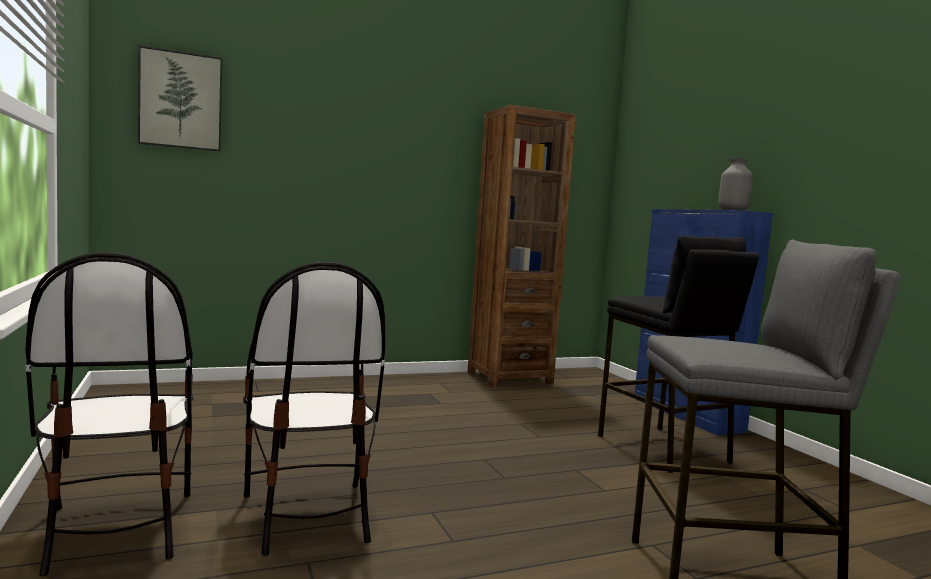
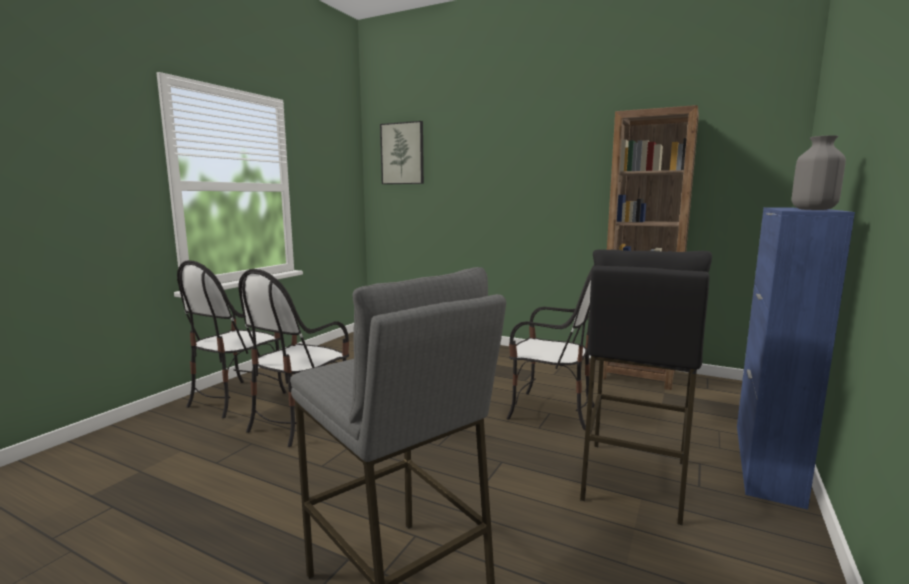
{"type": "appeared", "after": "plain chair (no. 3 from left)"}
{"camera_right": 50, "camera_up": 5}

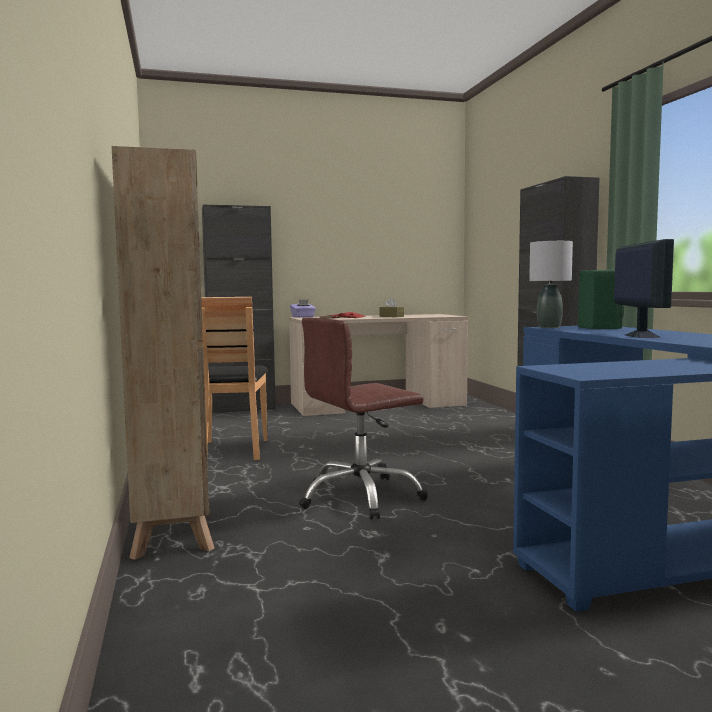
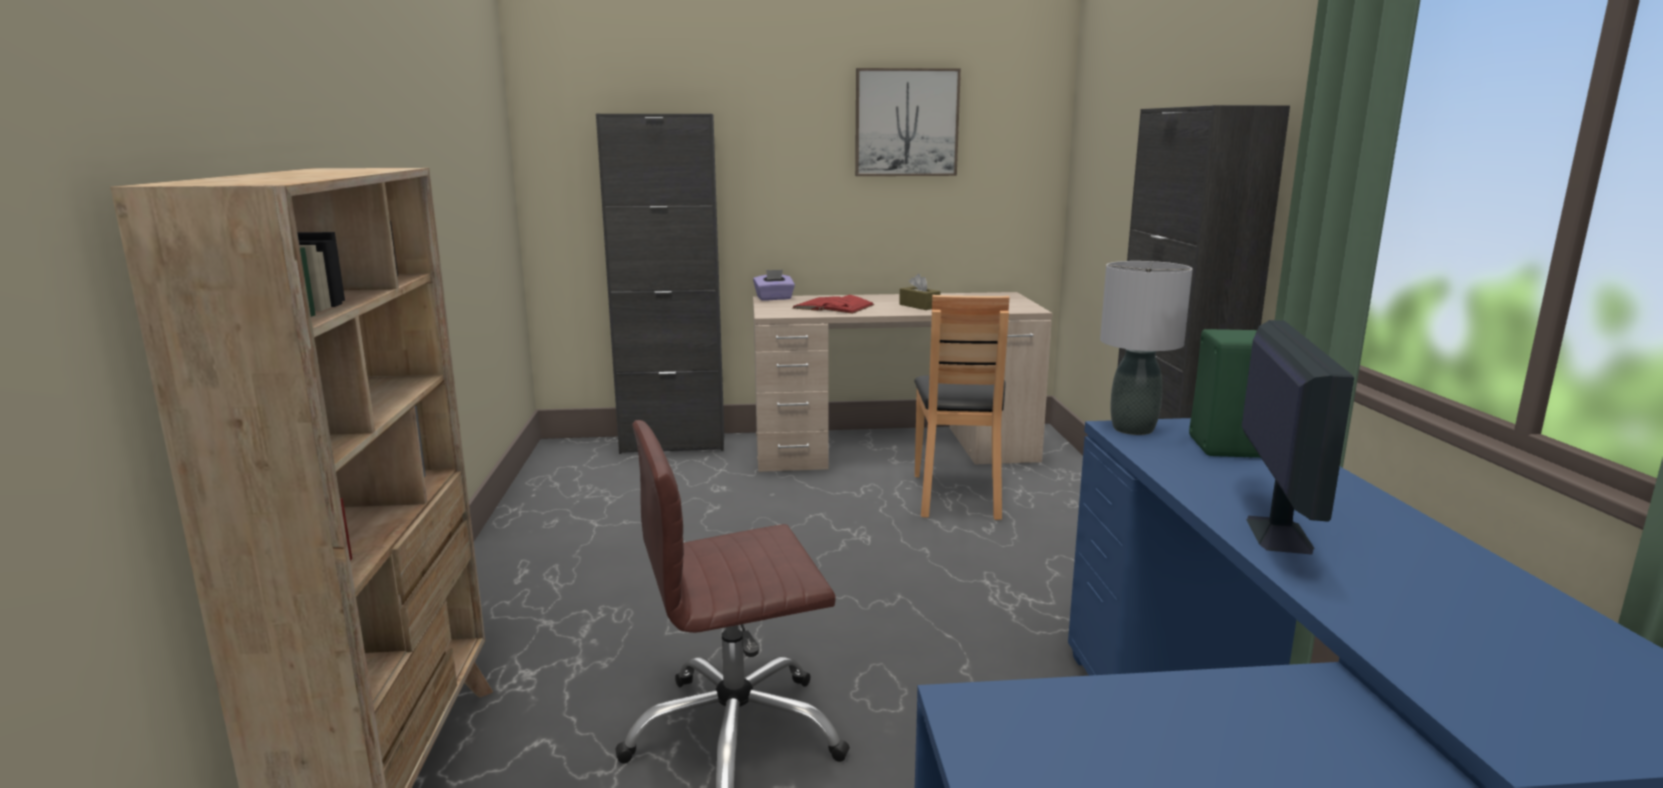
{"type": "relocated", "before": "plain chair in brown"}
{"type": "appeared", "after": "wall picture"}
{"camera_right": 10, "camera_up": 10}

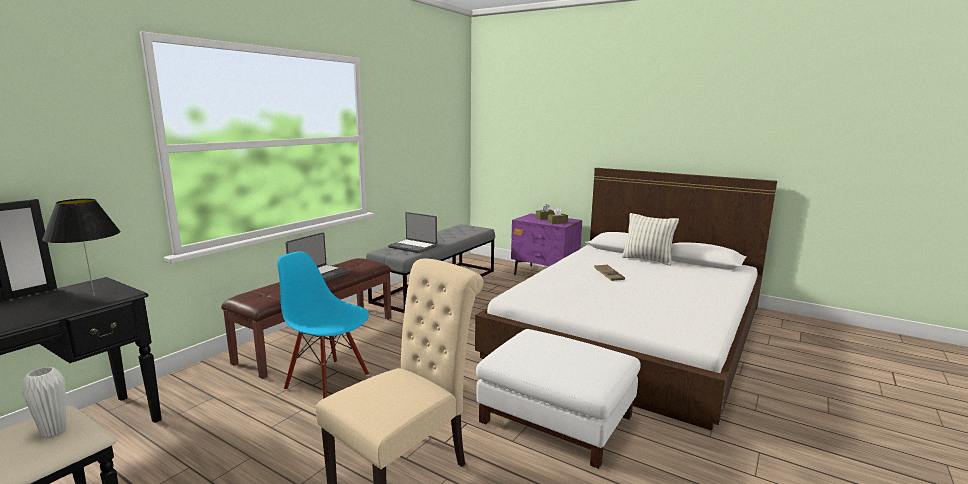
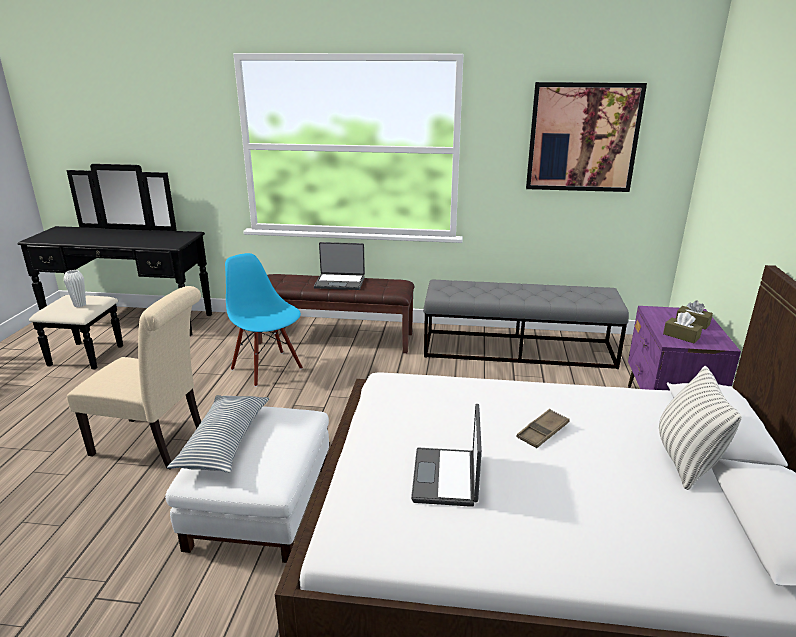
{"type": "missing", "before": "tabletop lamp in black-coloured"}
{"type": "relocated", "before": "laptop (no. 2 from left)"}
{"type": "spun", "before": "plain chair in blue-coloured", "turn": -45}
{"type": "appeared", "after": "wall picture"}
{"type": "appeared", "after": "cushion (no. 1 from left)"}
{"camera_right": 65, "camera_up": 10}

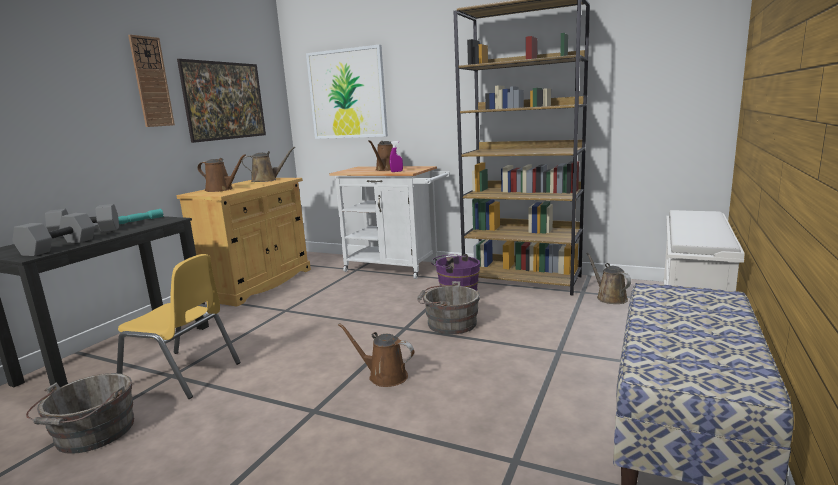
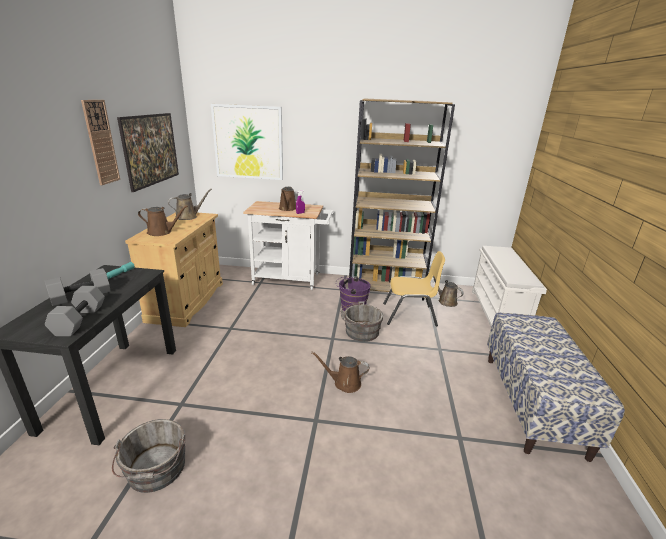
{"type": "relocated", "before": "plain chair in yellow-coloured"}
{"camera_right": -20, "camera_up": 10}

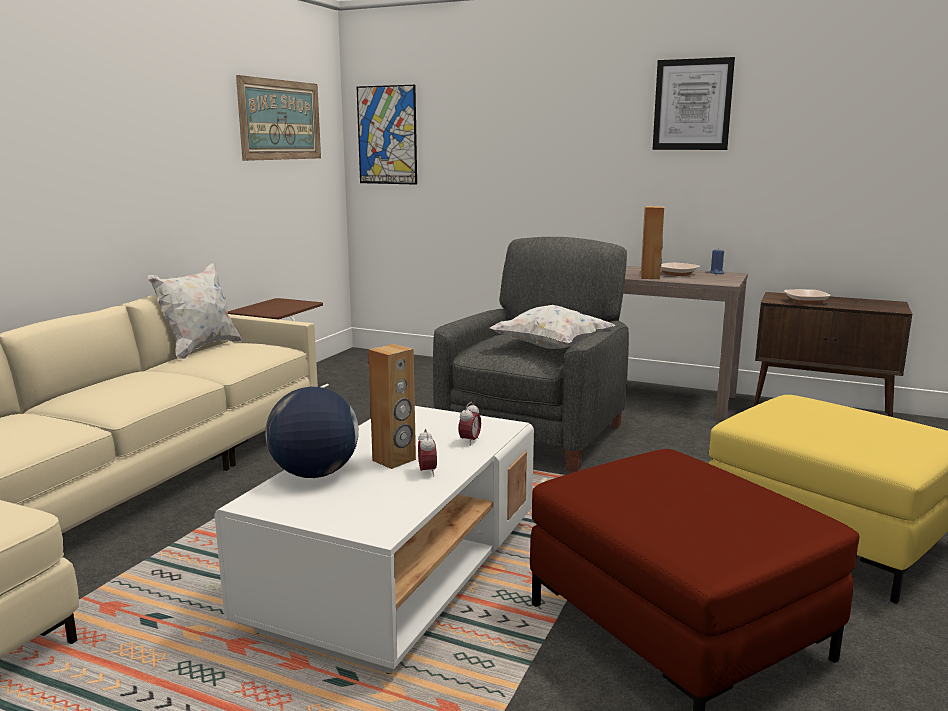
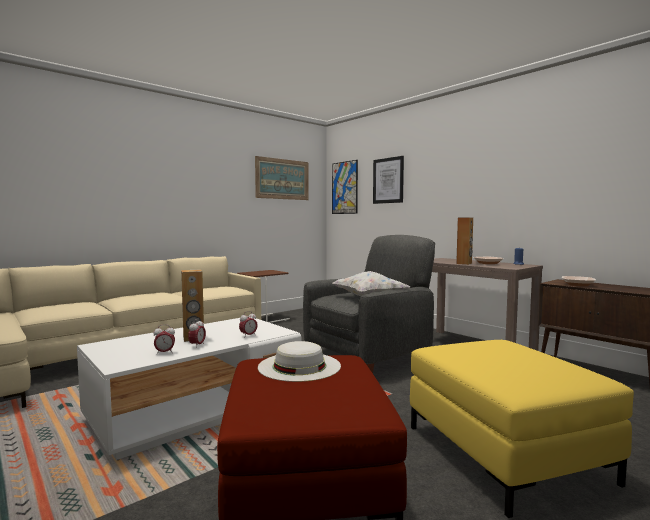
{"type": "relocated", "before": "wall picture (no. 3 from left)"}
{"type": "missing", "before": "cushion in whitish (no. 1 from left)"}
{"type": "missing", "before": "desk globe"}
{"type": "appeared", "after": "table clock (no. 1 from left)"}
{"type": "appeared", "after": "clothing hat in whitish"}
{"camera_right": 25, "camera_up": -10}

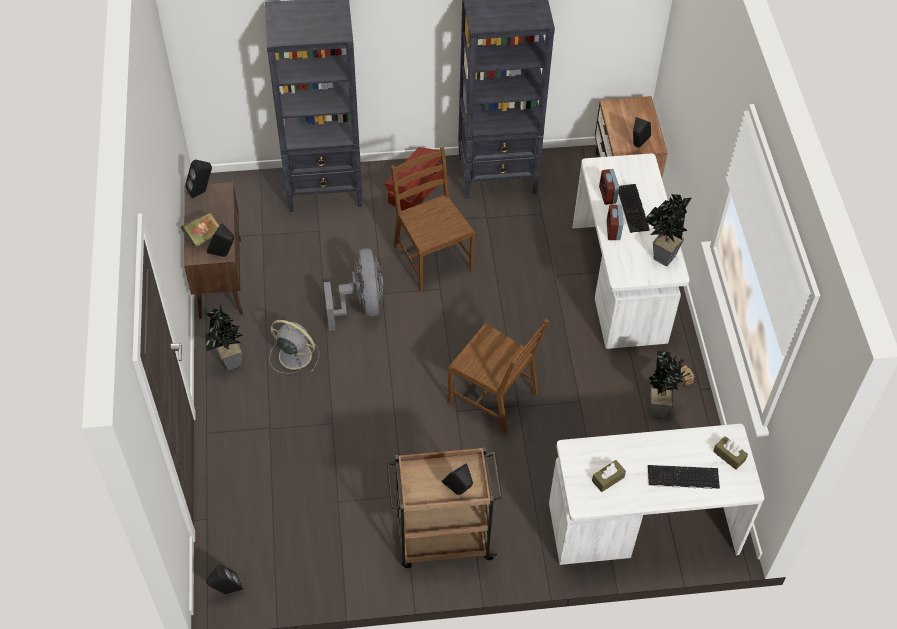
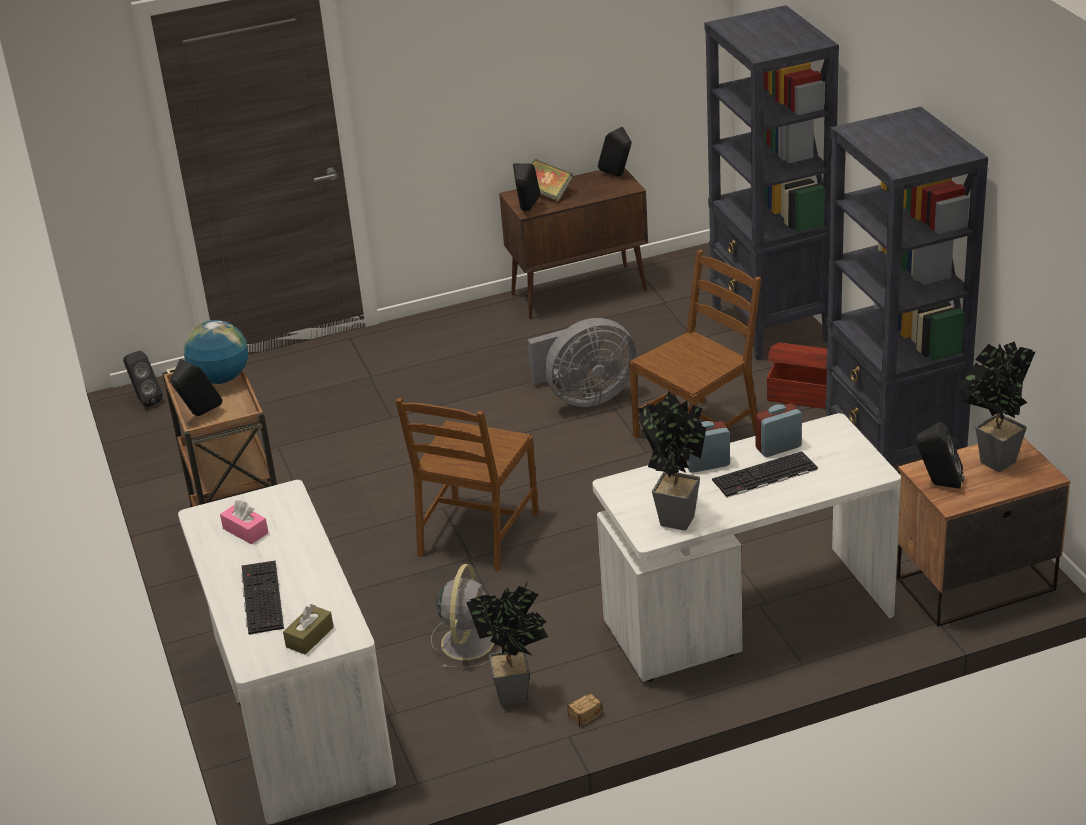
{"type": "relocated", "before": "houseplant (no. 1 from left in the first image)", "after": "houseplant (no. 3 from left)"}
{"type": "relocated", "before": "electric fan in gray (no. 1 from left)"}
{"type": "colour", "before": "box of tissues in brown (no. 1 from left)", "after": "box of tissues in pink-coloured"}
{"type": "appeared", "after": "desk globe"}
{"camera_right": 80, "camera_up": -20}

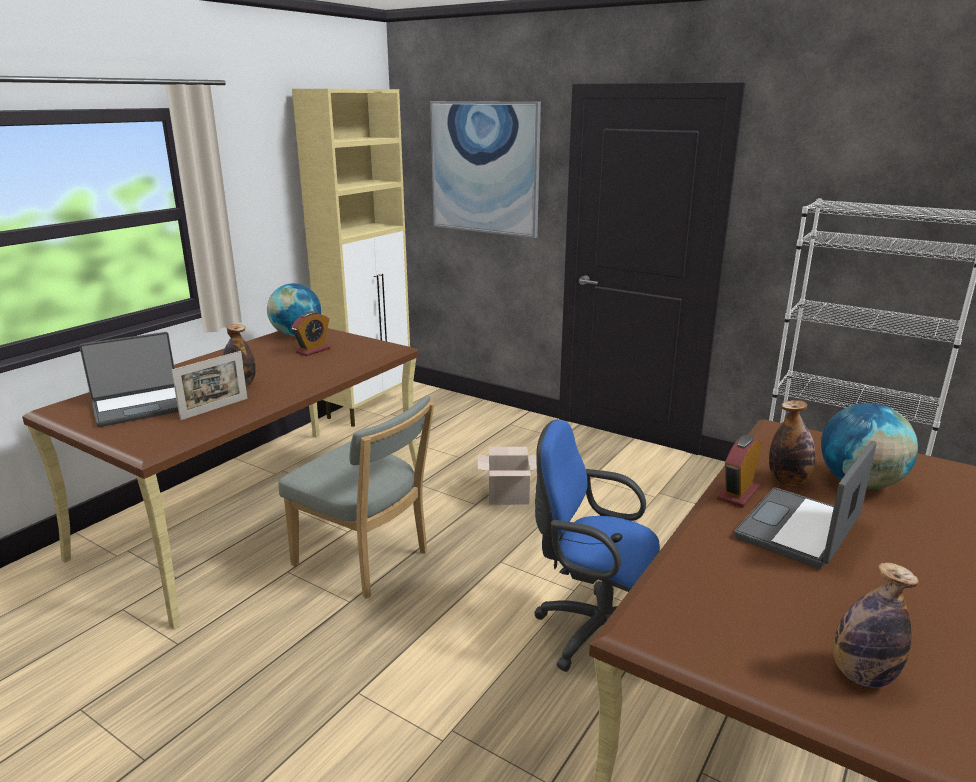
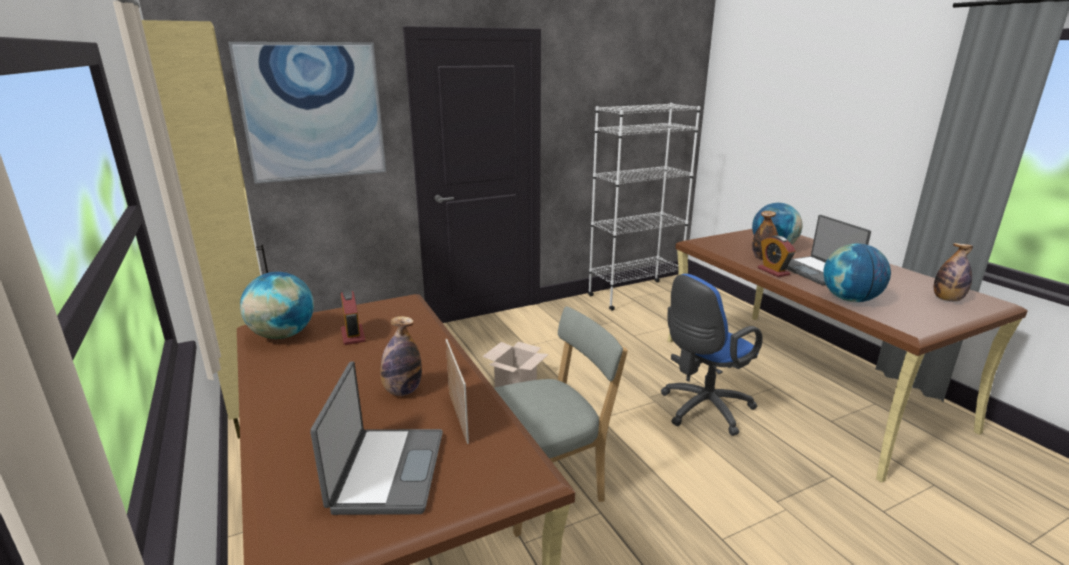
{"type": "appeared", "after": "desk globe (no. 3 from left)"}
{"camera_right": -60, "camera_up": 0}

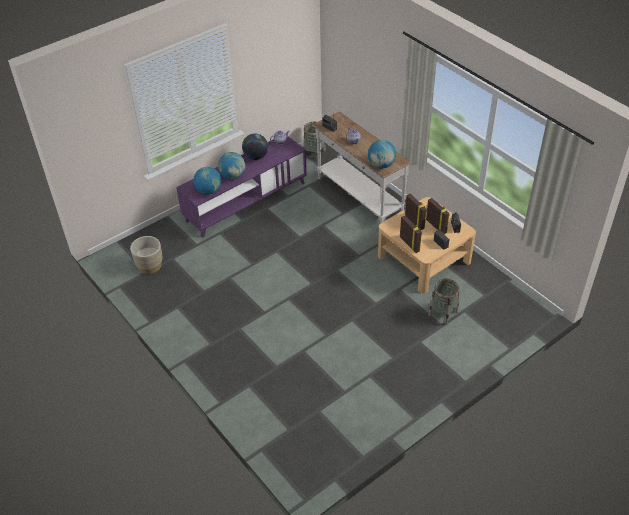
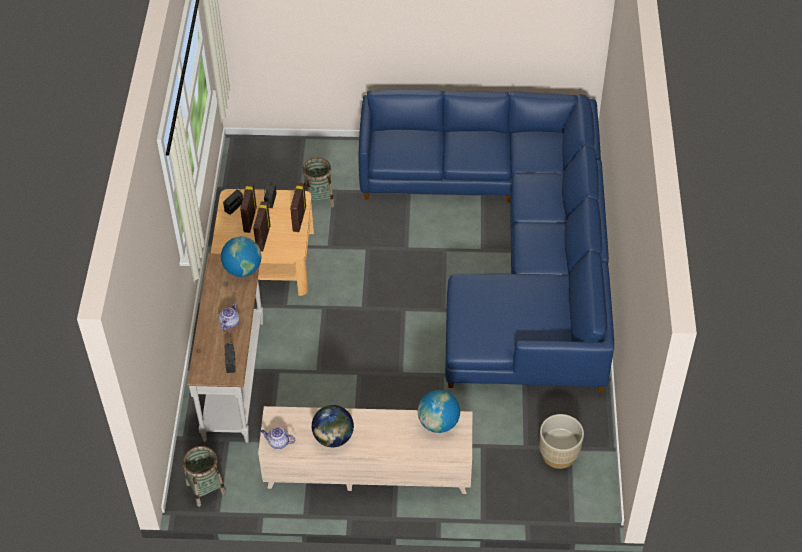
{"type": "colour", "before": "media console in purplish", "after": "media console in sand-coloured"}
{"type": "missing", "before": "desk globe (no. 2 from left)"}
{"type": "appeared", "after": "settee in blue-coloured"}
{"camera_right": -140, "camera_up": 5}

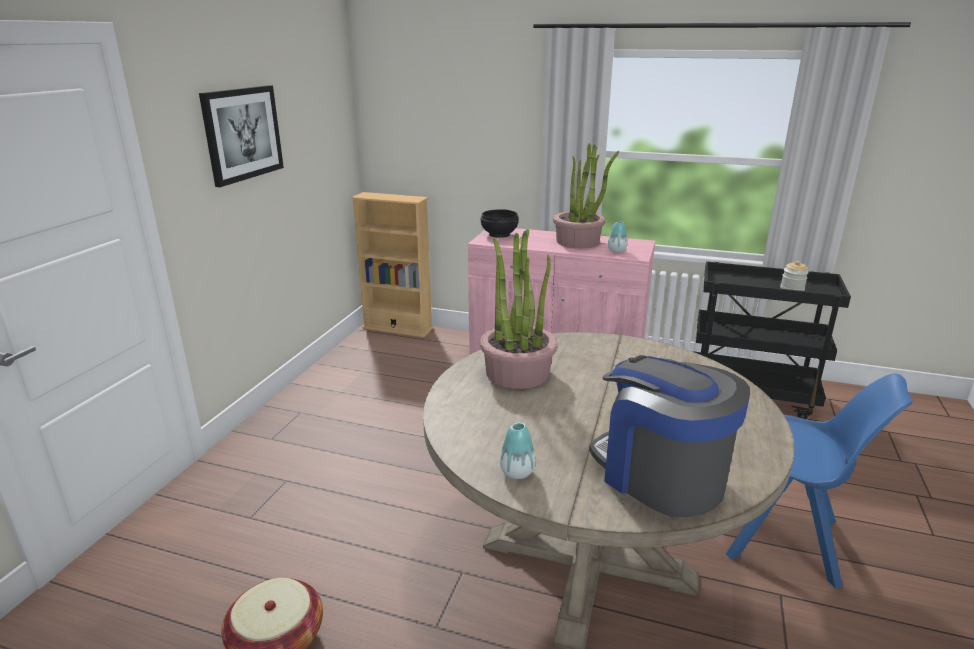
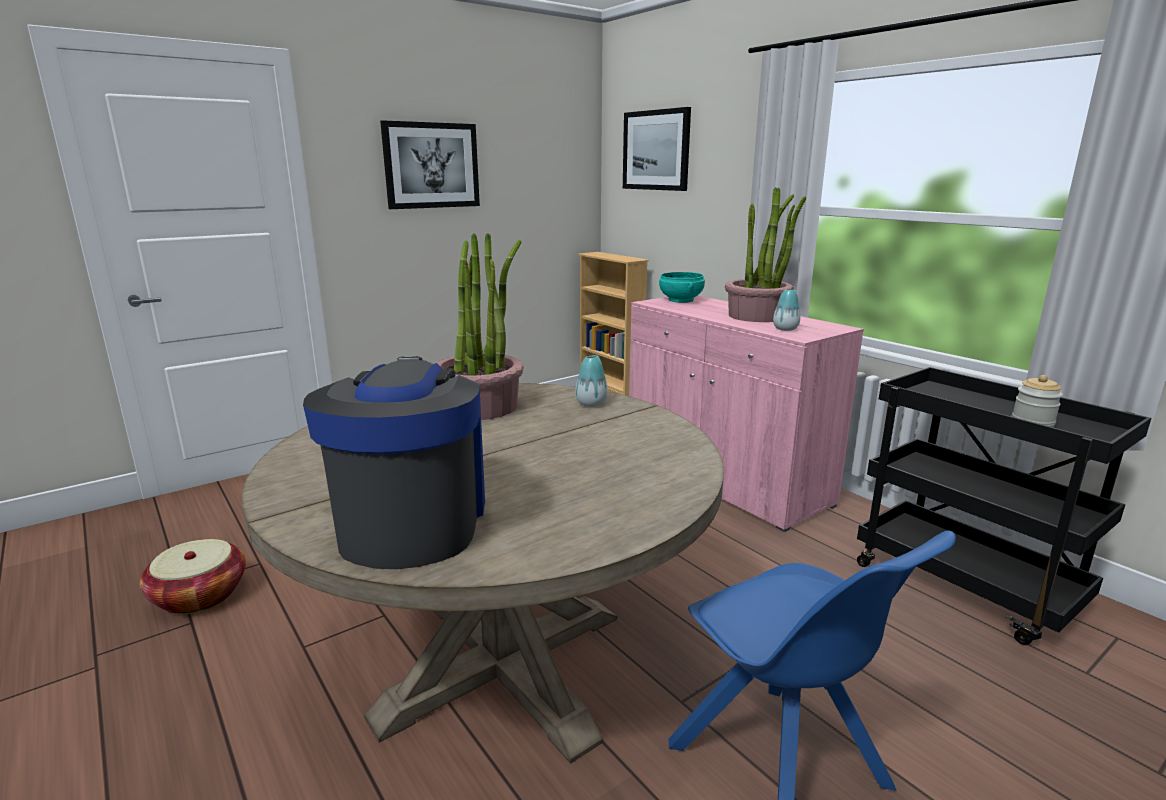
{"type": "colour", "before": "deep dish in black-coloured", "after": "deep dish in blue-green"}
{"type": "relocated", "before": "decorative vase (no. 1 from left)"}
{"type": "appeared", "after": "wall picture (no. 2 from left)"}
{"camera_right": 35, "camera_up": -5}

